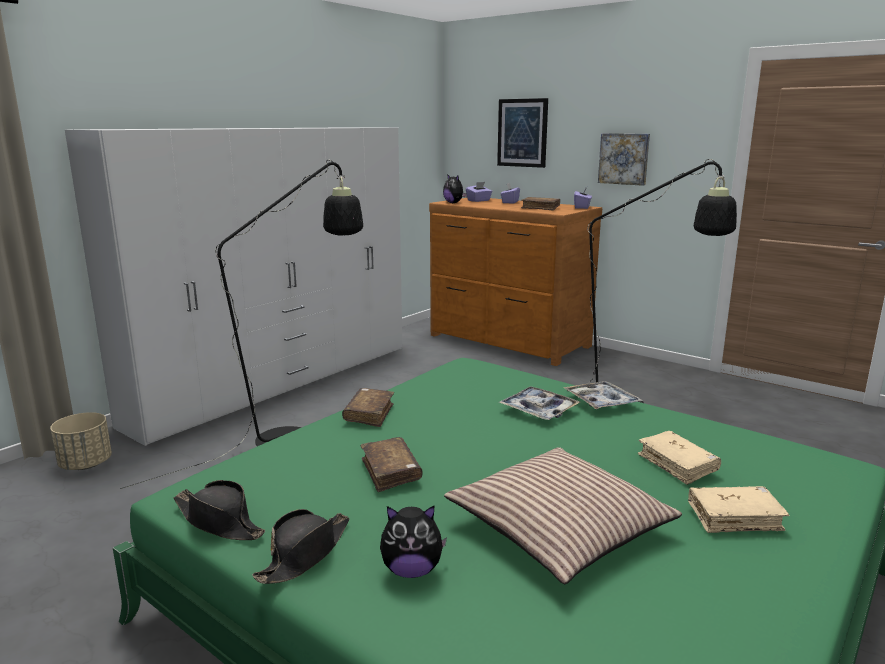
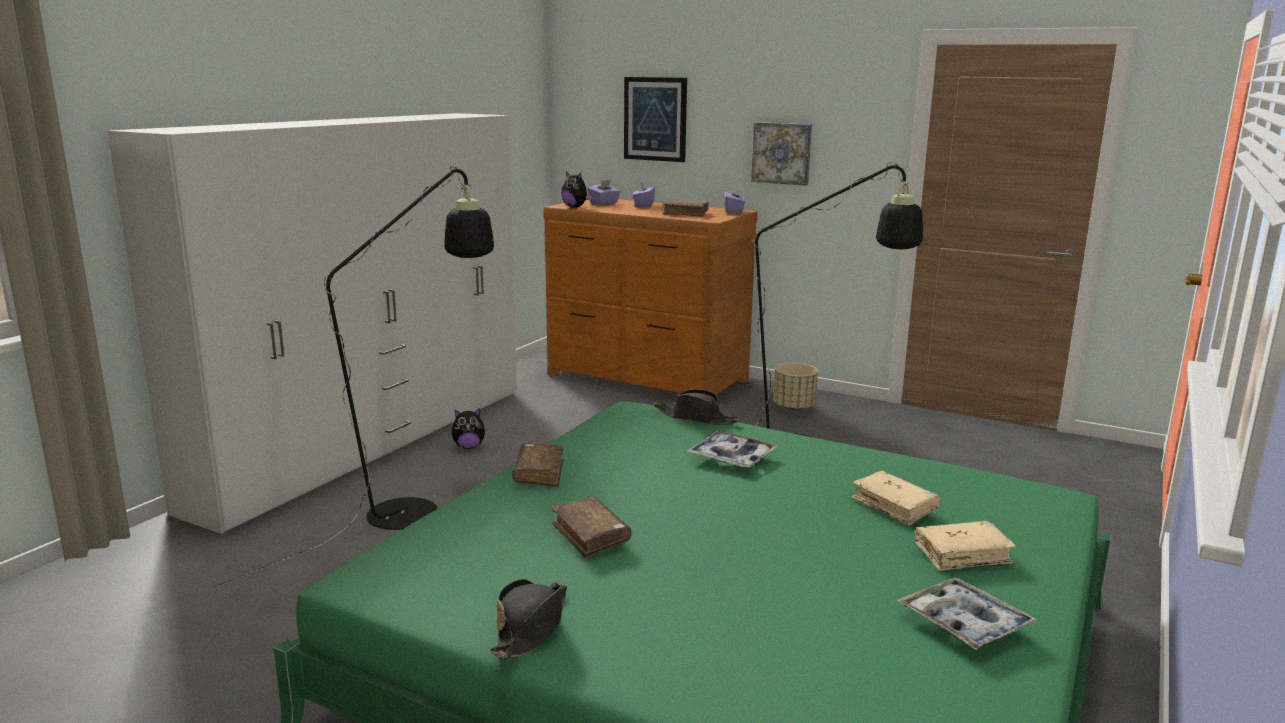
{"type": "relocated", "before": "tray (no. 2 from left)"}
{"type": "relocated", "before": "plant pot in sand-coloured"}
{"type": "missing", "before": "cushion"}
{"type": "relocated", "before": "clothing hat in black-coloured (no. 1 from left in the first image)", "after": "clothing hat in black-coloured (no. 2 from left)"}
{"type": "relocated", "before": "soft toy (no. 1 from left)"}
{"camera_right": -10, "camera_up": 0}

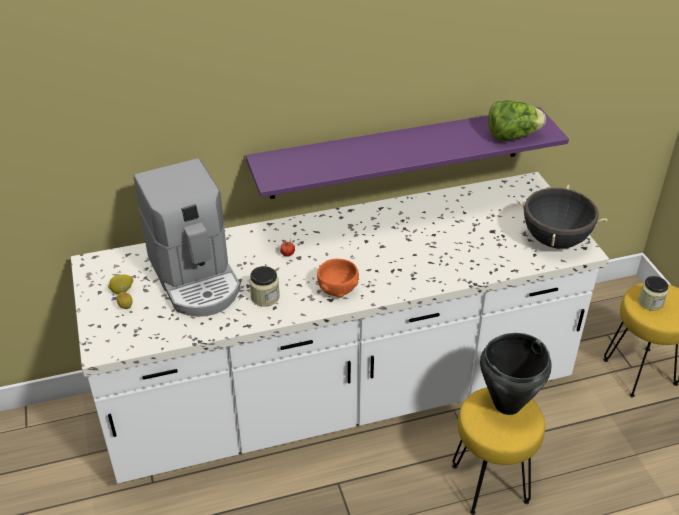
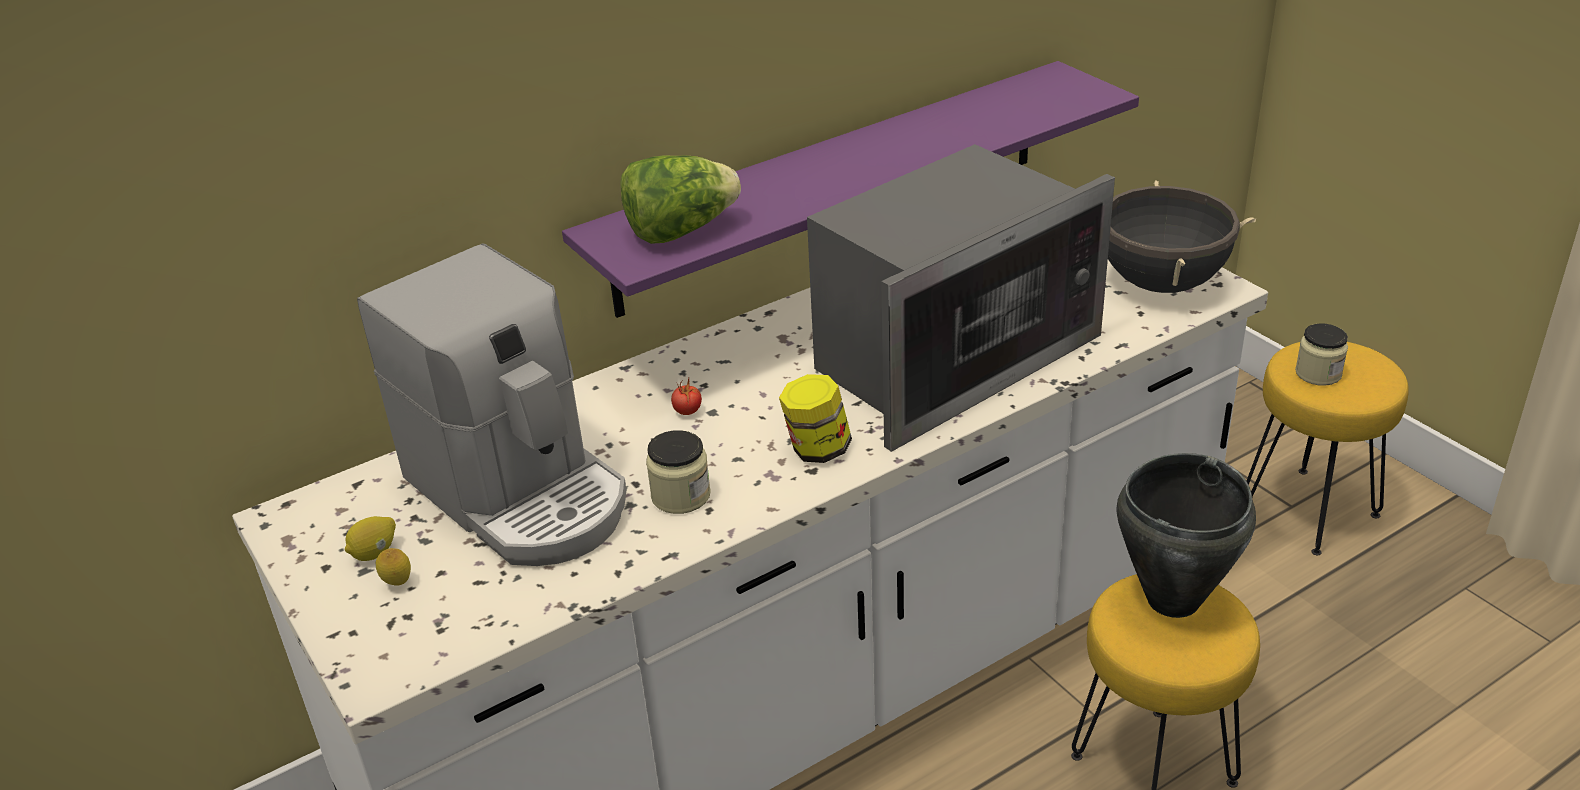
{"type": "relocated", "before": "head of lettuce"}
{"type": "exchanged", "before": "deep dish in orangey", "after": "jar (no. 2 from left)"}
{"type": "appeared", "after": "kitchen microwave"}
{"camera_right": -15, "camera_up": -5}

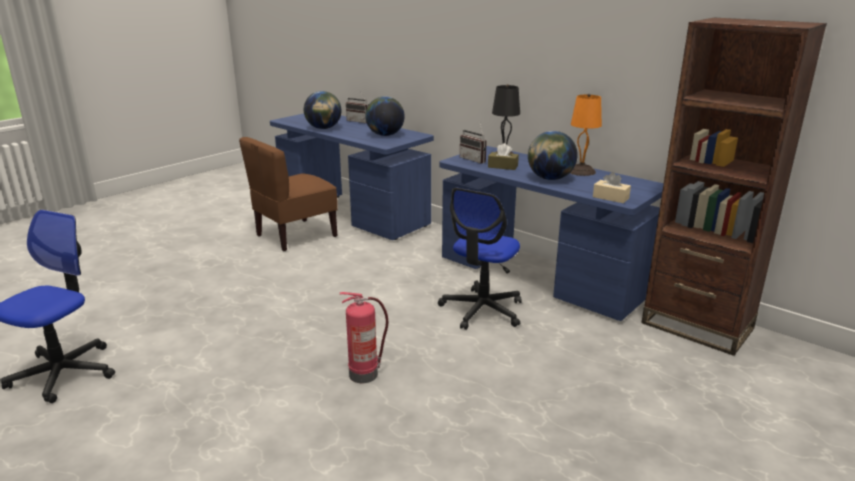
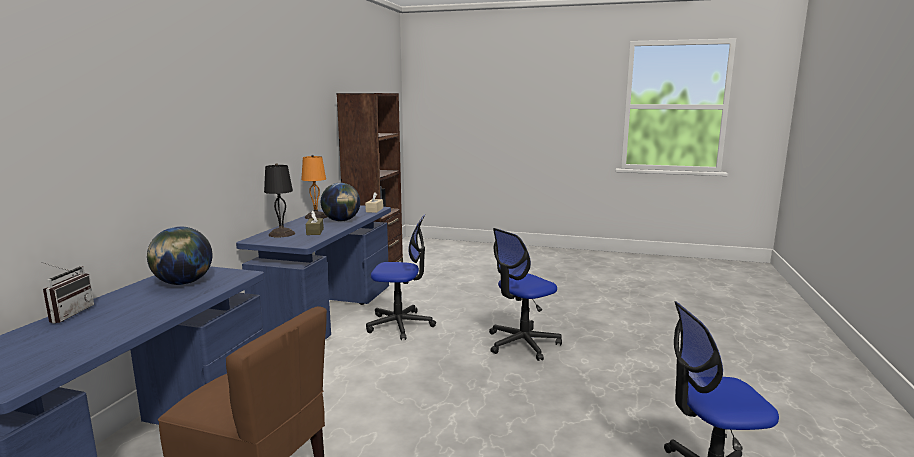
{"type": "missing", "before": "desk globe (no. 1 from left)"}
{"type": "missing", "before": "radio set (no. 2 from left)"}
{"type": "exchanged", "before": "fire extinguisher", "after": "office chair (no. 2 from left)"}
{"camera_right": -115, "camera_up": -10}

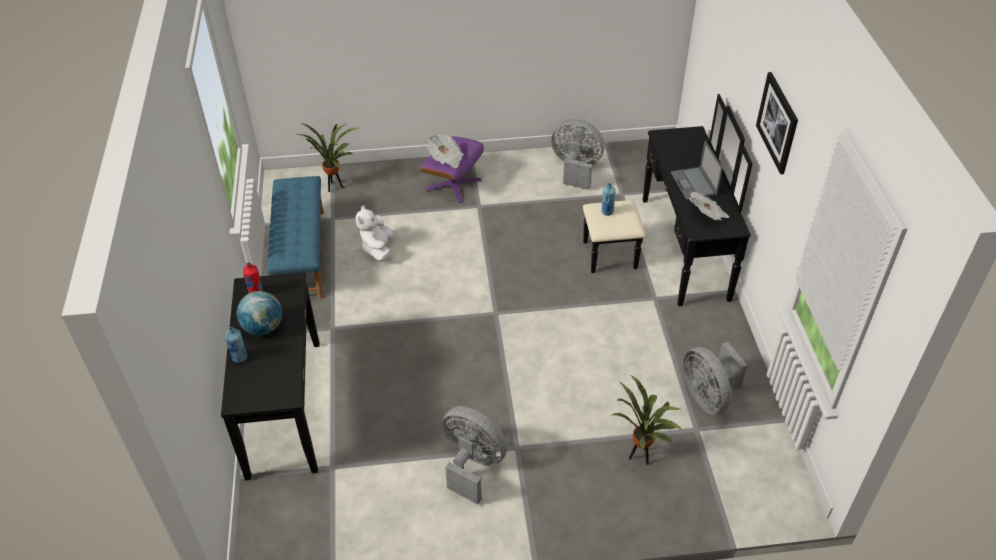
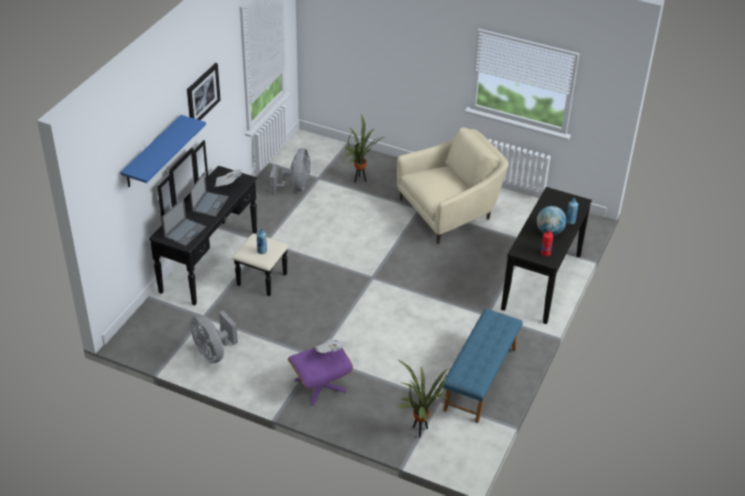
{"type": "missing", "before": "soft toy in whitish"}
{"type": "exchanged", "before": "electric fan in gray (no. 1 from left)", "after": "lounge chair in sand-coloured"}
{"type": "appeared", "after": "shelf in blue-coloured"}
{"type": "appeared", "after": "laptop (no. 1 from left)"}
{"camera_right": -150, "camera_up": -5}

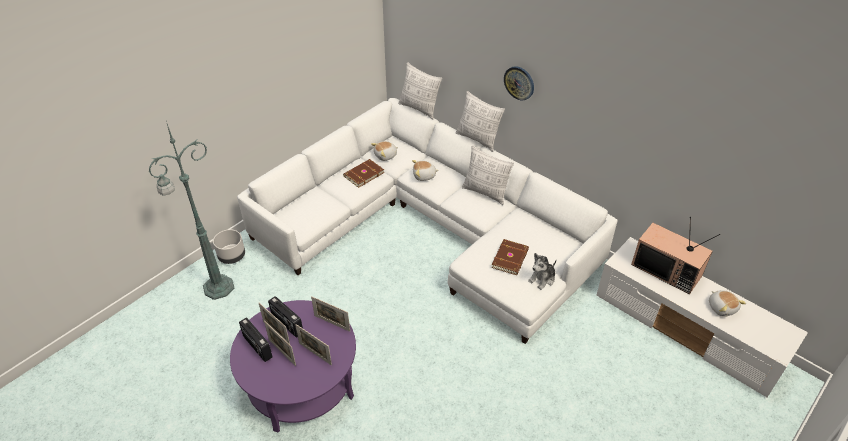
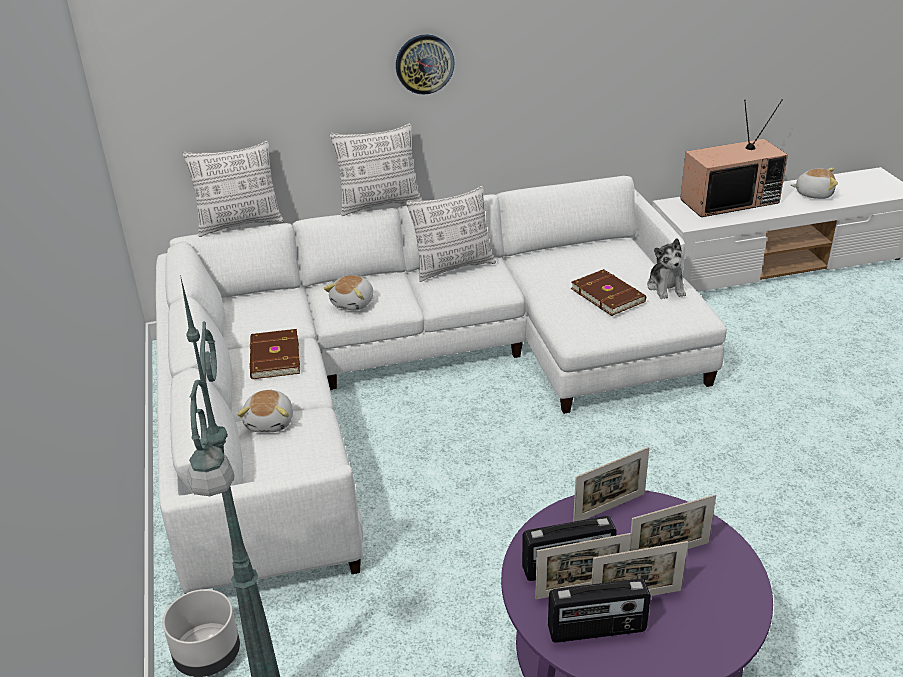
{"type": "relocated", "before": "soft toy (no. 1 from left)"}
{"camera_right": -55, "camera_up": -10}

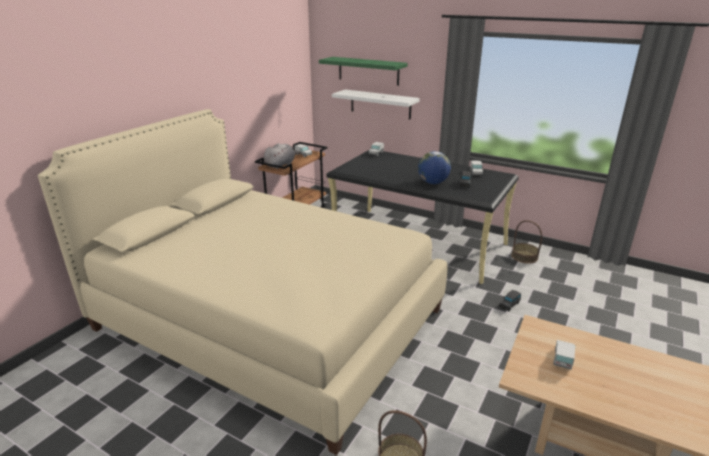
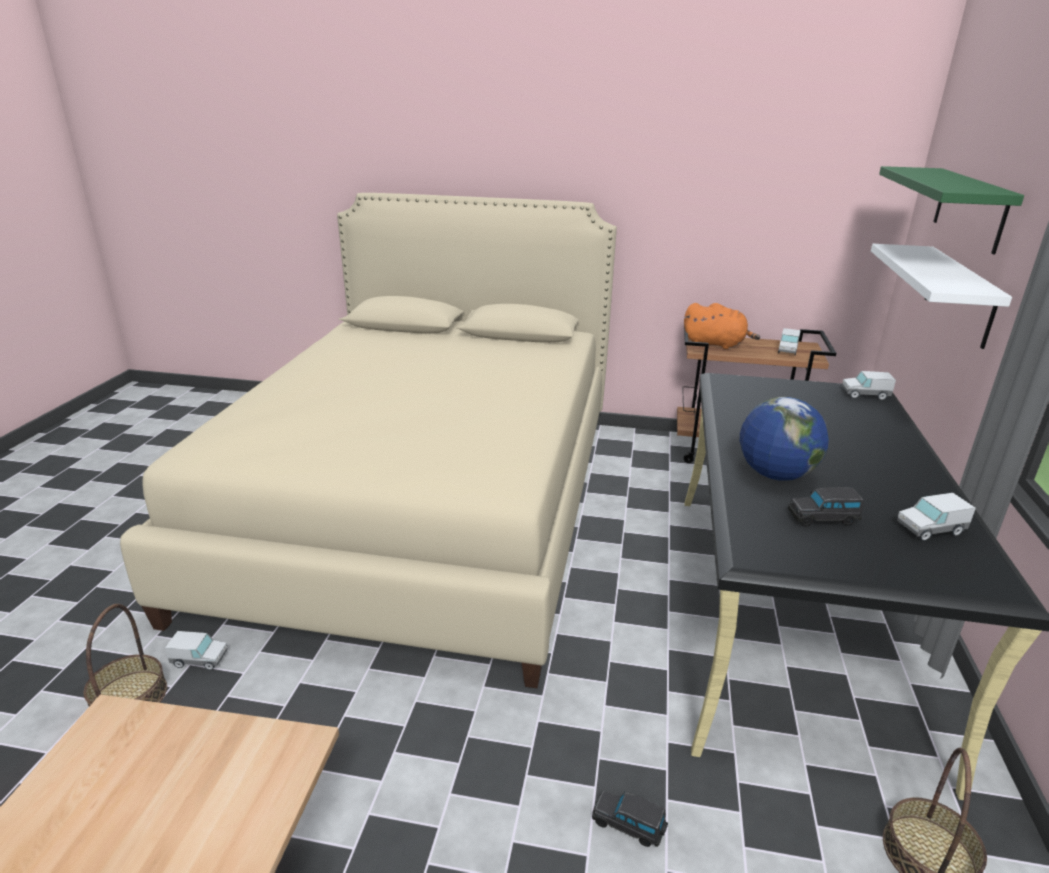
{"type": "colour", "before": "soft toy in gray", "after": "soft toy in orangey"}
{"type": "relocated", "before": "toy truck (no. 4 from left in the first image)", "after": "toy truck (no. 1 from left)"}
{"camera_right": 70, "camera_up": 0}

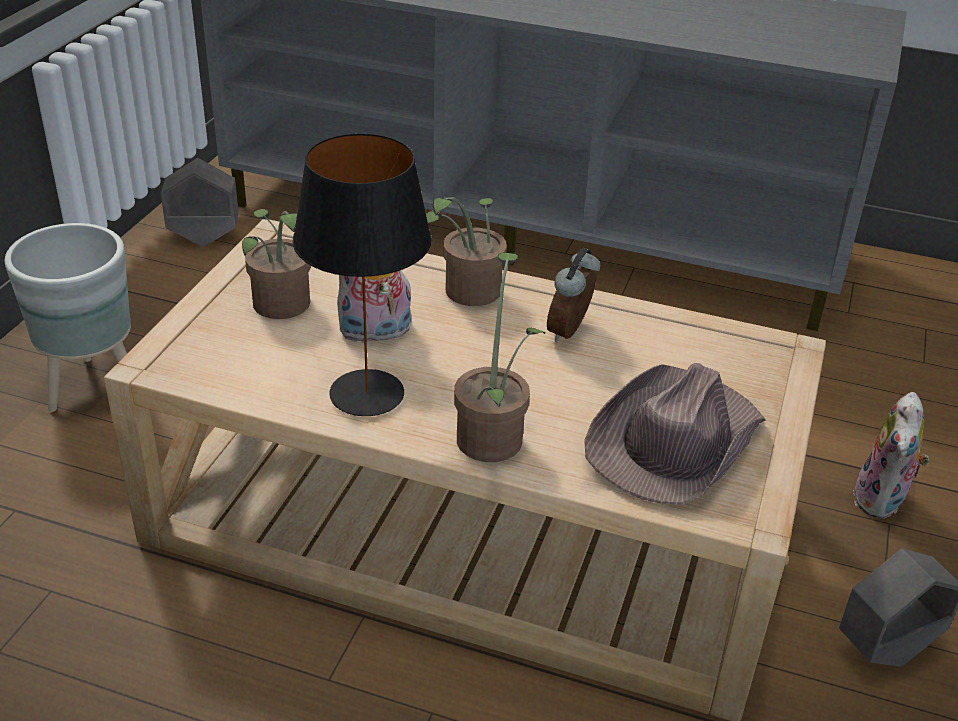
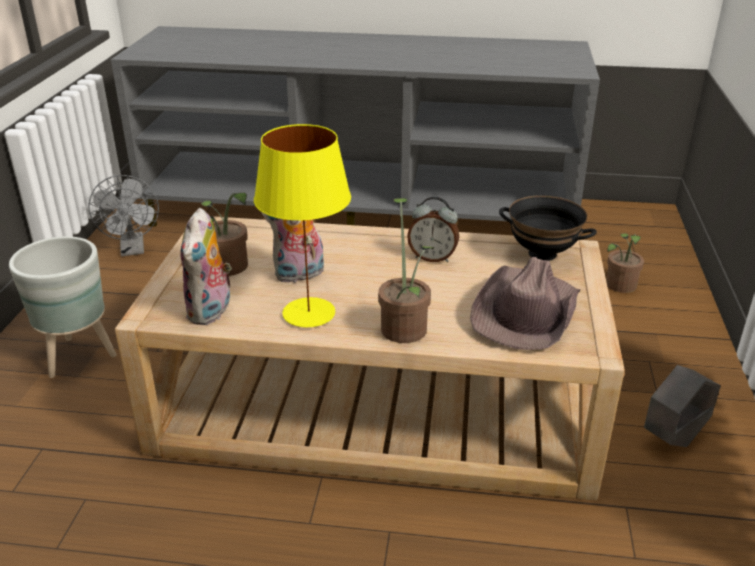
{"type": "colour", "before": "tabletop lamp in black-coloured", "after": "tabletop lamp in yellow-coloured"}
{"type": "exchanged", "before": "plant pot in gray (no. 2 from left)", "after": "electric fan in gray"}
{"type": "relocated", "before": "houseplant (no. 2 from left in the first image)", "after": "houseplant (no. 3 from left)"}
{"type": "spun", "before": "table clock", "turn": -90}
{"type": "relocated", "before": "soft toy (no. 2 from left in the first image)", "after": "soft toy (no. 1 from left)"}
{"type": "appeared", "after": "deep dish in black-coloured"}
{"camera_right": -10, "camera_up": -5}

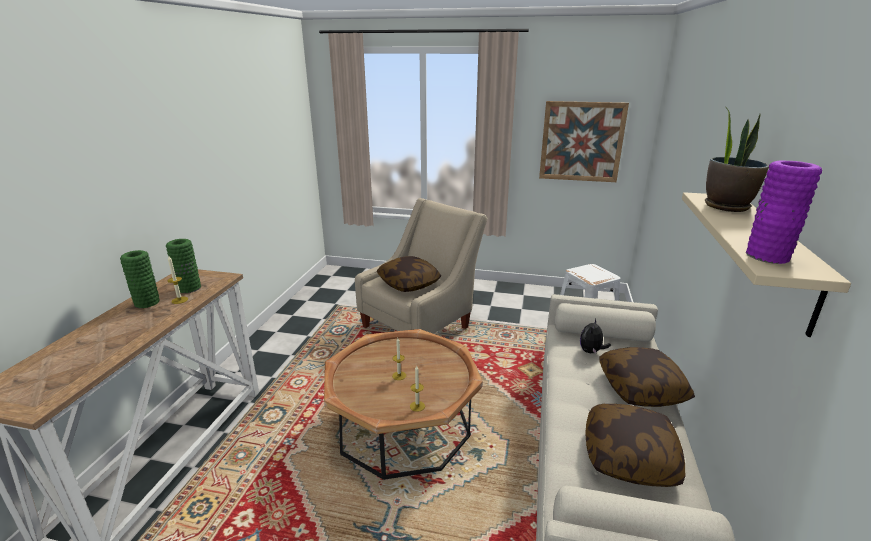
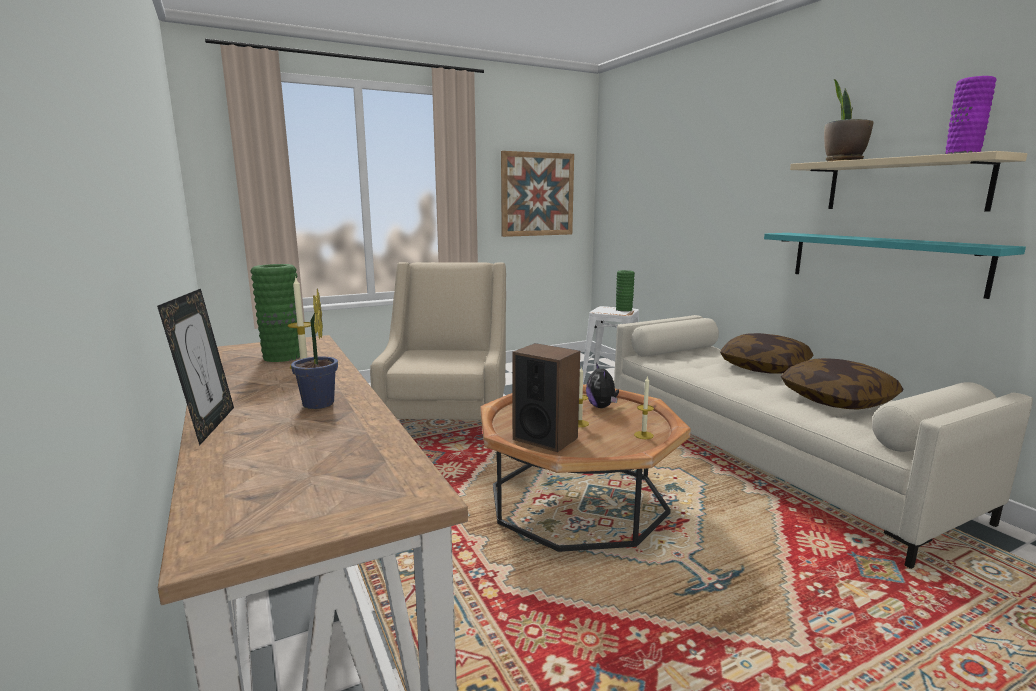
{"type": "relocated", "before": "decorative vase in green-coloured (no. 1 from left in the first image)", "after": "decorative vase in green-coloured (no. 2 from left)"}
{"type": "missing", "before": "cushion (no. 1 from left)"}
{"type": "relocated", "before": "soft toy"}
{"type": "appeared", "after": "shelf in blue-green"}
{"type": "appeared", "after": "photo frame"}
{"type": "appeared", "after": "houseplant (no. 1 from left)"}
{"type": "appeared", "after": "speaker"}
{"camera_right": -40, "camera_up": -10}

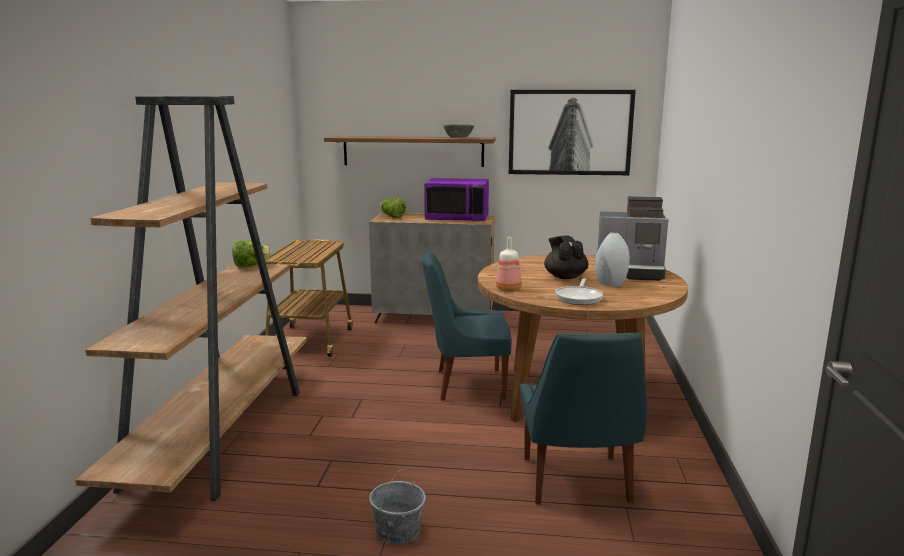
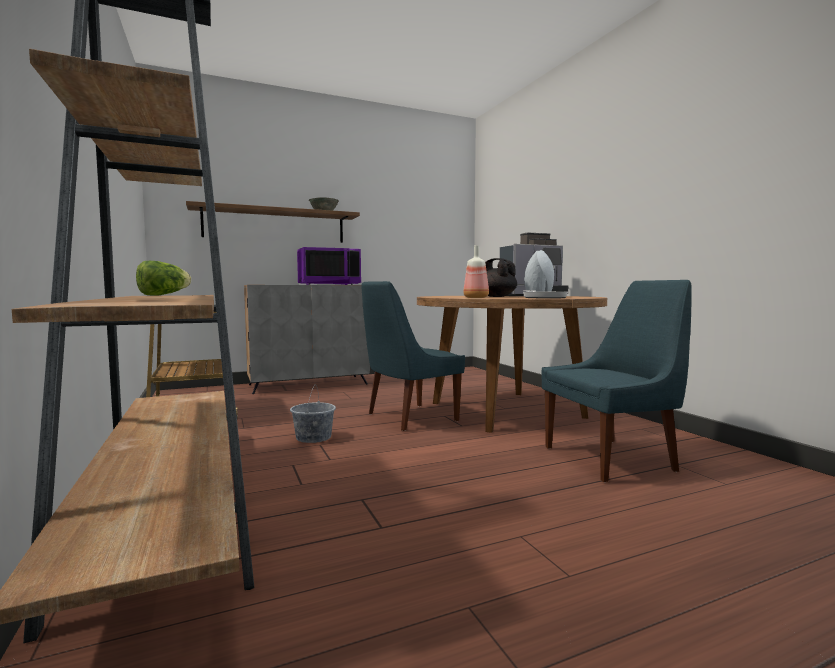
{"type": "missing", "before": "wall picture"}
{"type": "missing", "before": "head of lettuce (no. 2 from left)"}
{"type": "spun", "before": "plain chair in blue-coloured (no. 2 from left)", "turn": -75}
{"type": "relocated", "before": "bucket in gray"}
{"camera_right": -30, "camera_up": -10}

